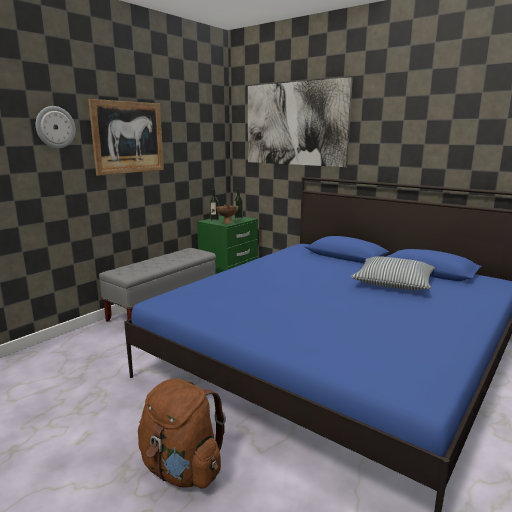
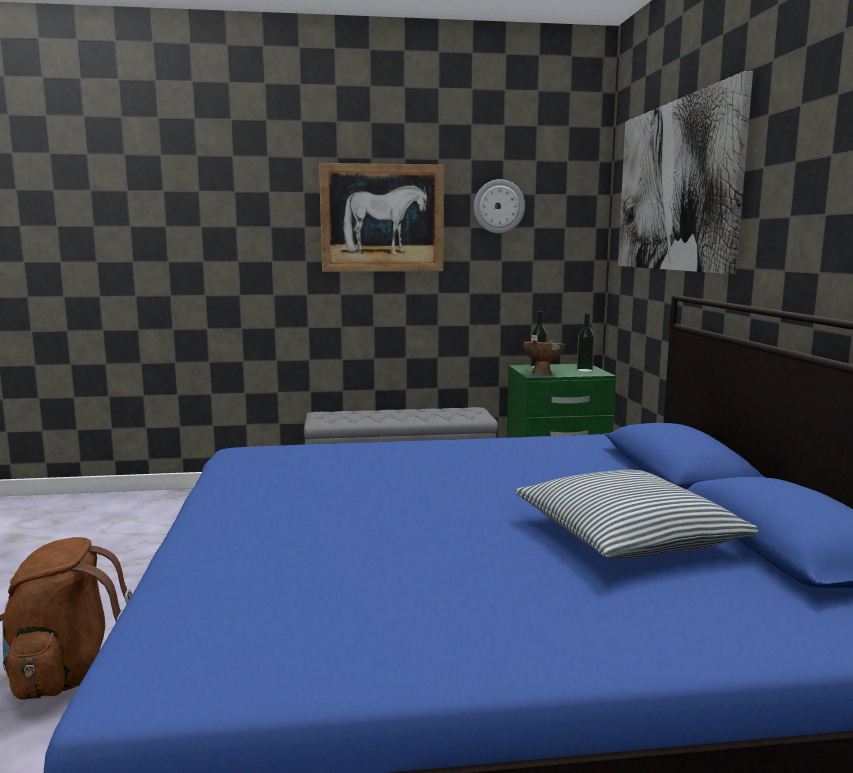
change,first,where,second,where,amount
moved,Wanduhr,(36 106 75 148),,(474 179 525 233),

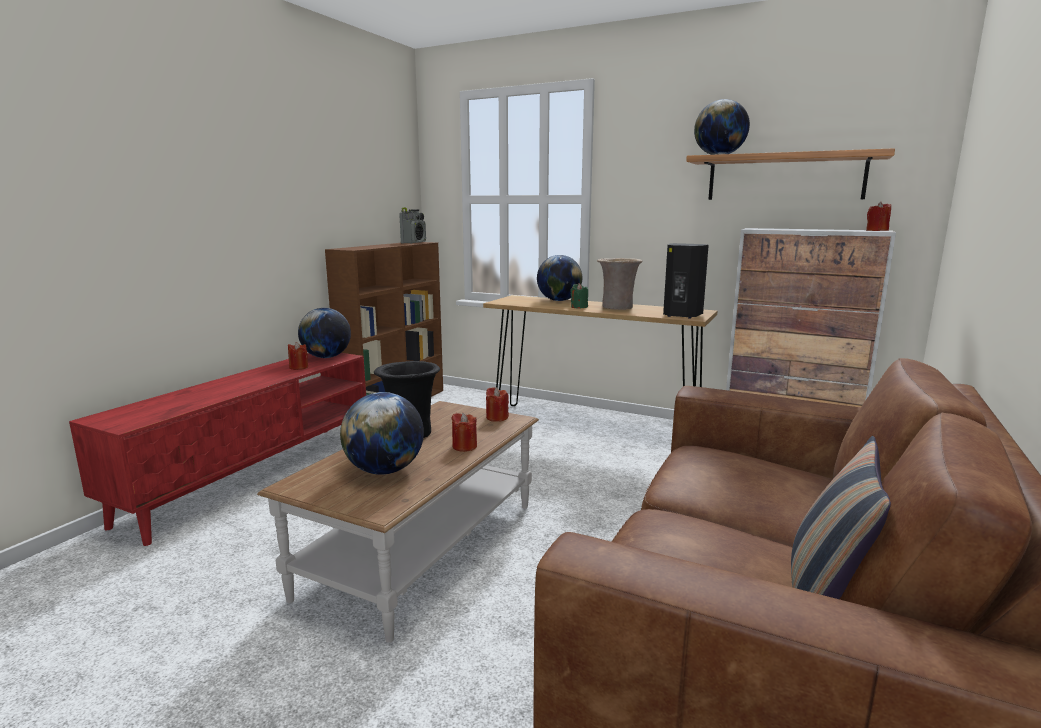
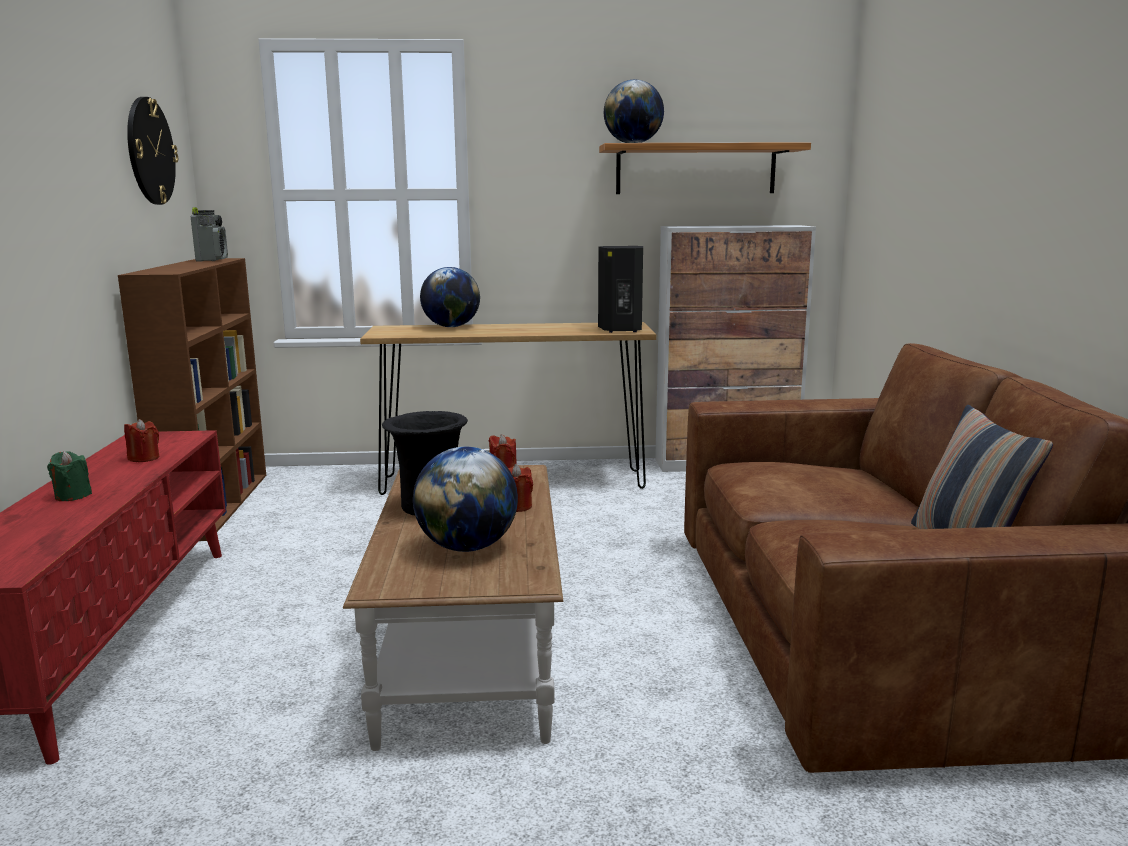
change,first,where,second,where,amount
moved,Kerze (grün),(570 283 588 309),,(47 451 92 501),
added,,,Wanduhr,(127 97 178 205),
removed,Globus,(298 308 351 358),,,
removed,Vase (beige),(597 258 643 310),,,
removed,Kerze (rot),(866 201 891 231),,,

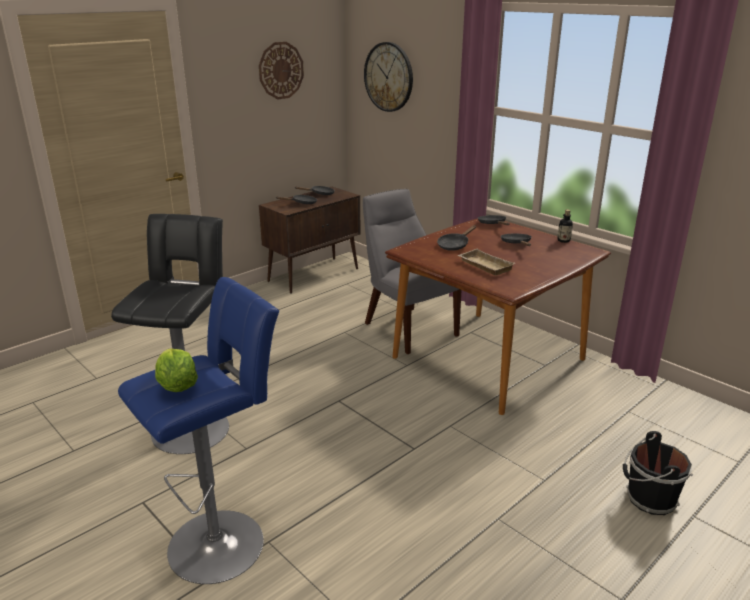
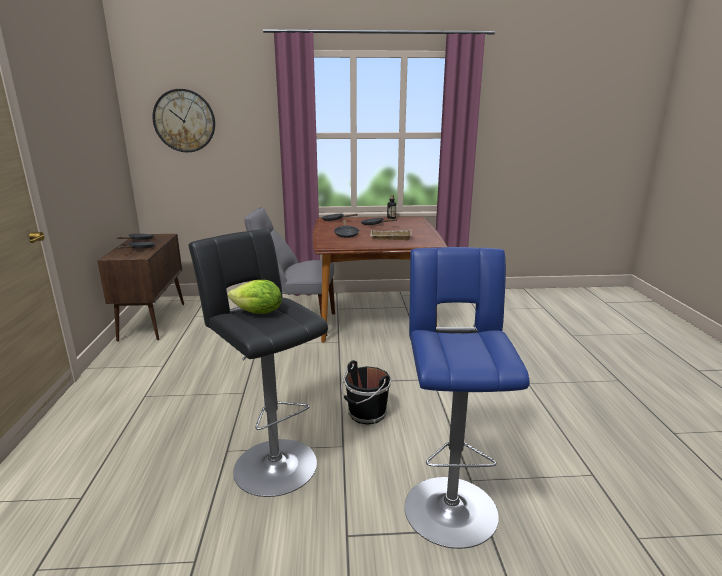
change,first,where,second,where,amount
moved,Salatkopf,(155 348 198 392),,(228 280 282 314),
moved,Eimer (schwarz),(623 431 693 515),,(341 360 391 425),
removed,Wanduhr,(259 42 304 99),,,

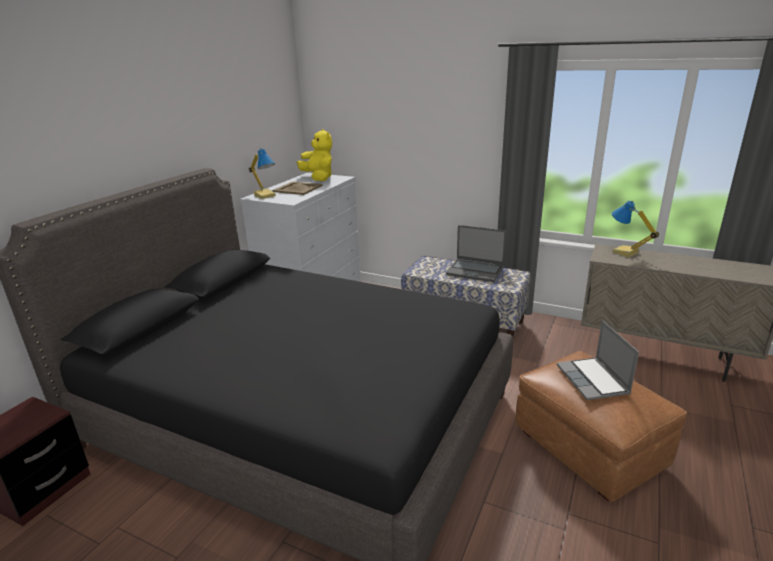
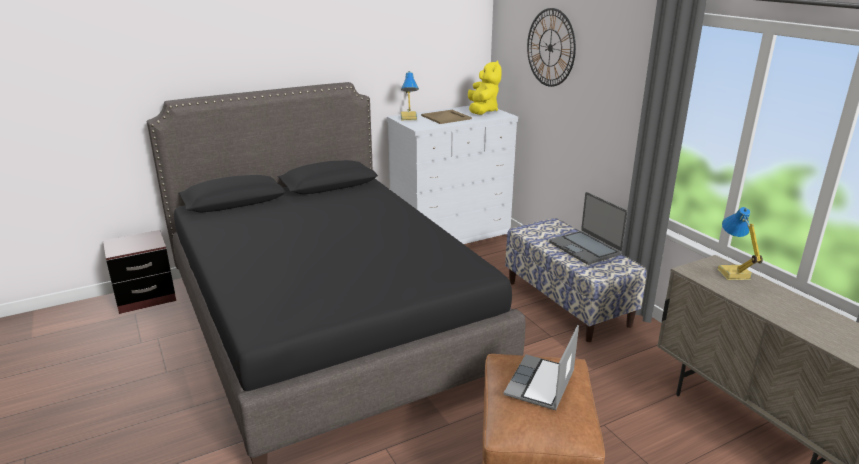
change,first,where,second,where,amount
added,,,Wanduhr,(527 8 576 87),

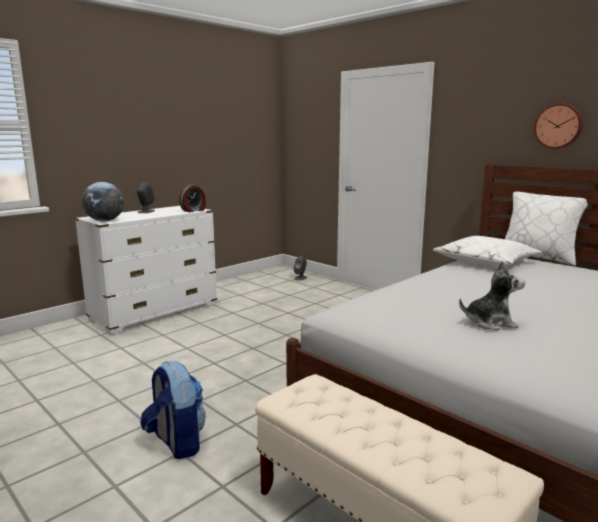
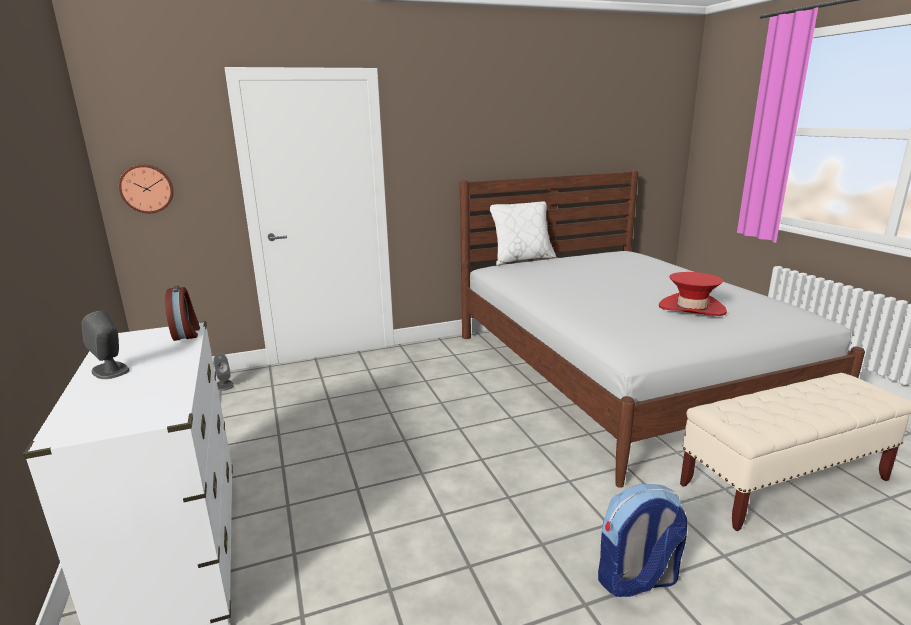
change,first,where,second,where,amount
moved,Wanduhr,(534 103 583 149),,(119 164 174 213),
replaced,Plüschtier,(459 261 525 330),Hut (rot),(659 272 727 316),
removed,Globus,(82 182 124 221),,,
removed,Kissen (weiß),(433 236 542 268),,,

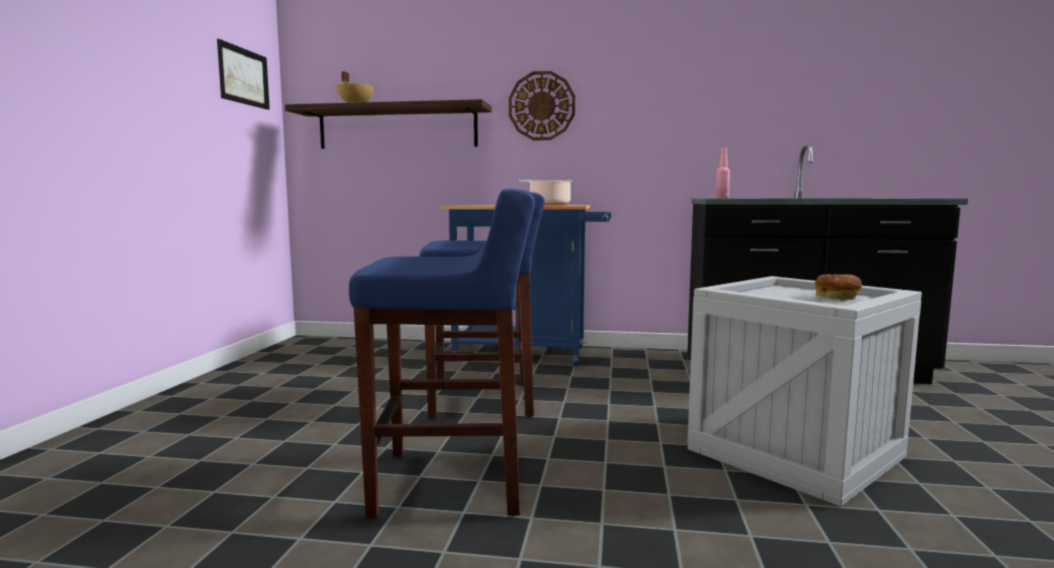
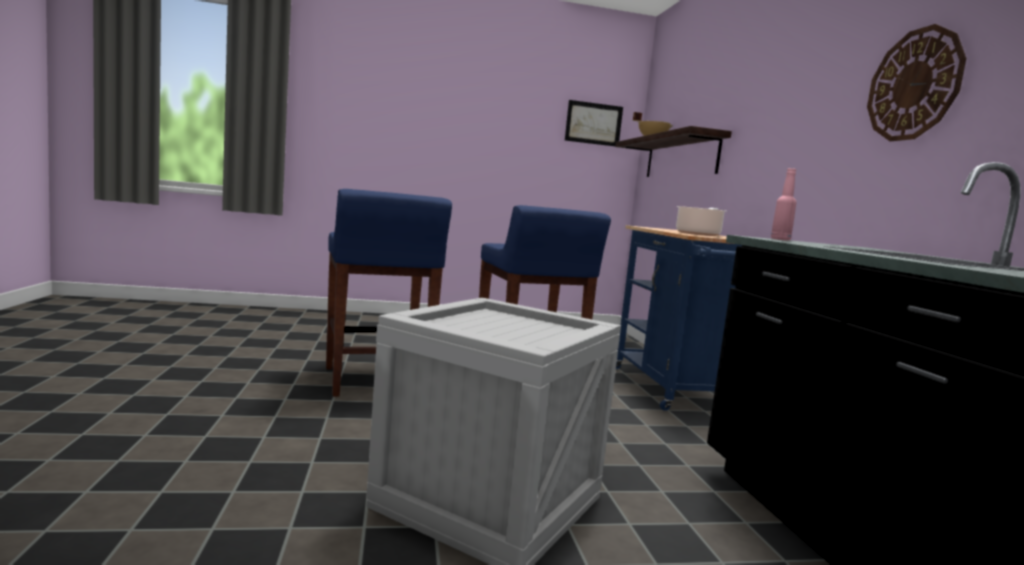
change,first,where,second,where,amount
moved,Wanduhr,(509 71 575 140),,(867 24 966 141),
removed,Brot,(815 274 862 300),,,

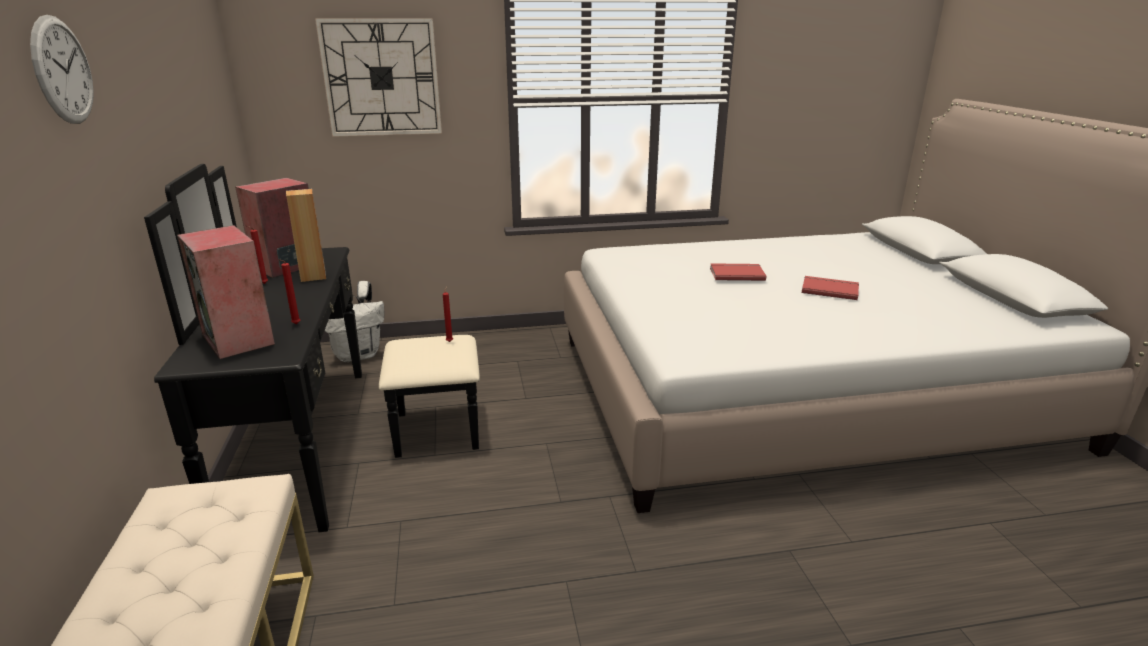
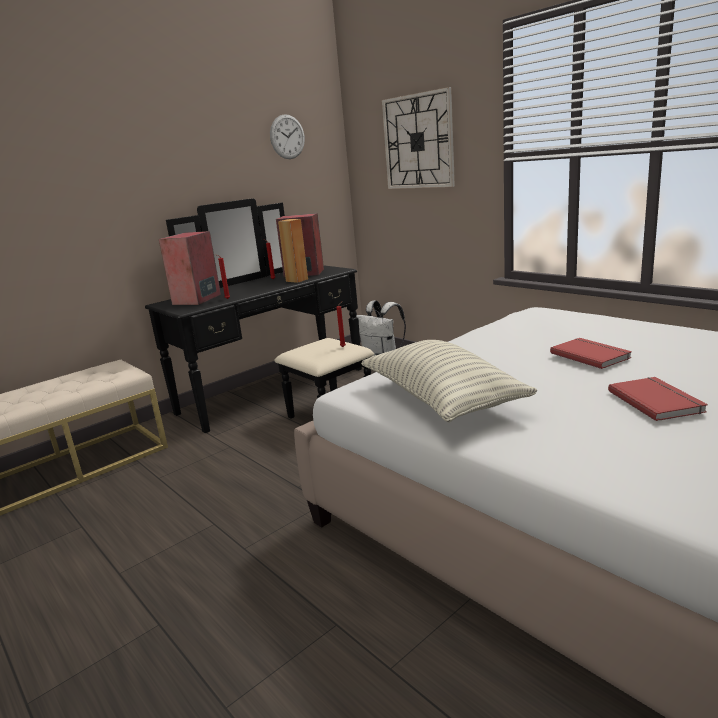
change,first,where,second,where,amount
moved,Wanduhr,(30 15 94 124),,(270 114 305 159),
added,,,Kissen,(361 340 537 422),

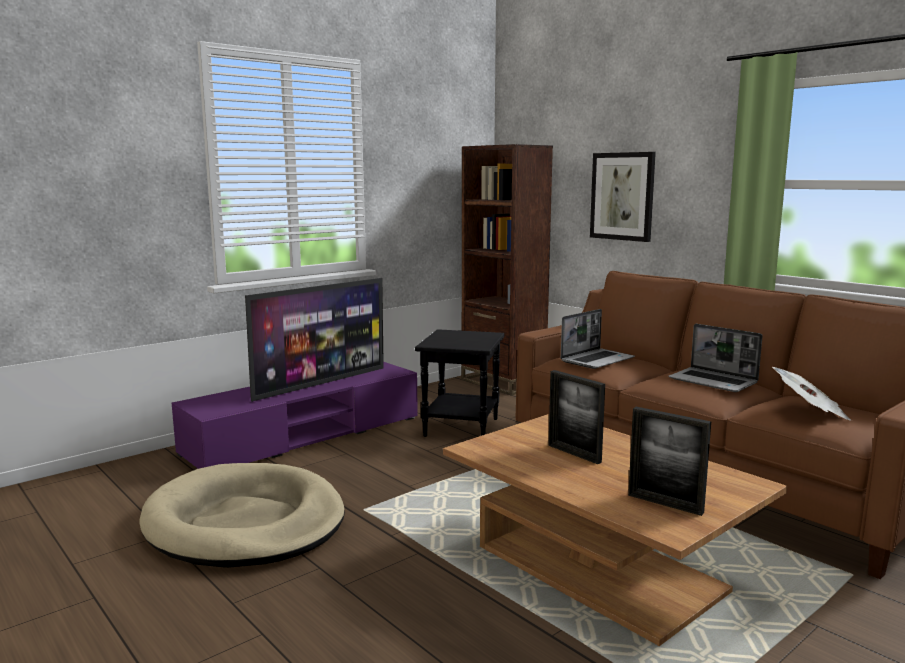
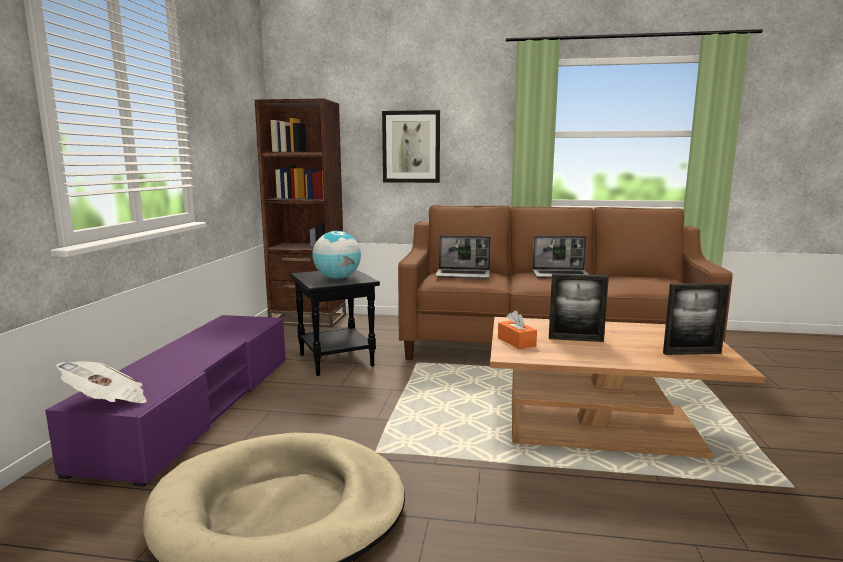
change,first,where,second,where,amount
moved,Zeitung,(772 367 852 421),,(56 361 146 403),
added,,,Globus,(312 231 361 279),
turned,Laptop,(561 309 635 369),,(435 235 491 279),90 degrees clockwise
added,,,Taschentuchbox (orange),(498 310 537 349),
removed,Fernseher,(245 278 384 402),,,

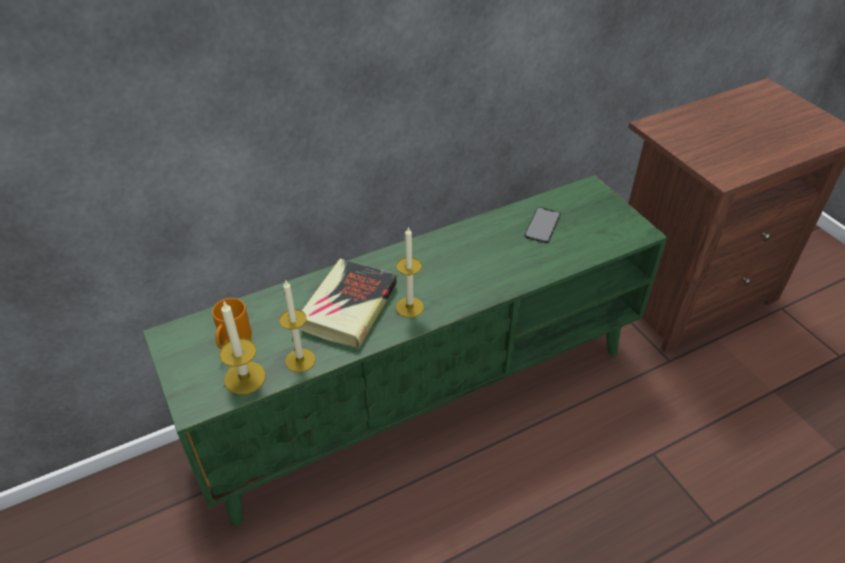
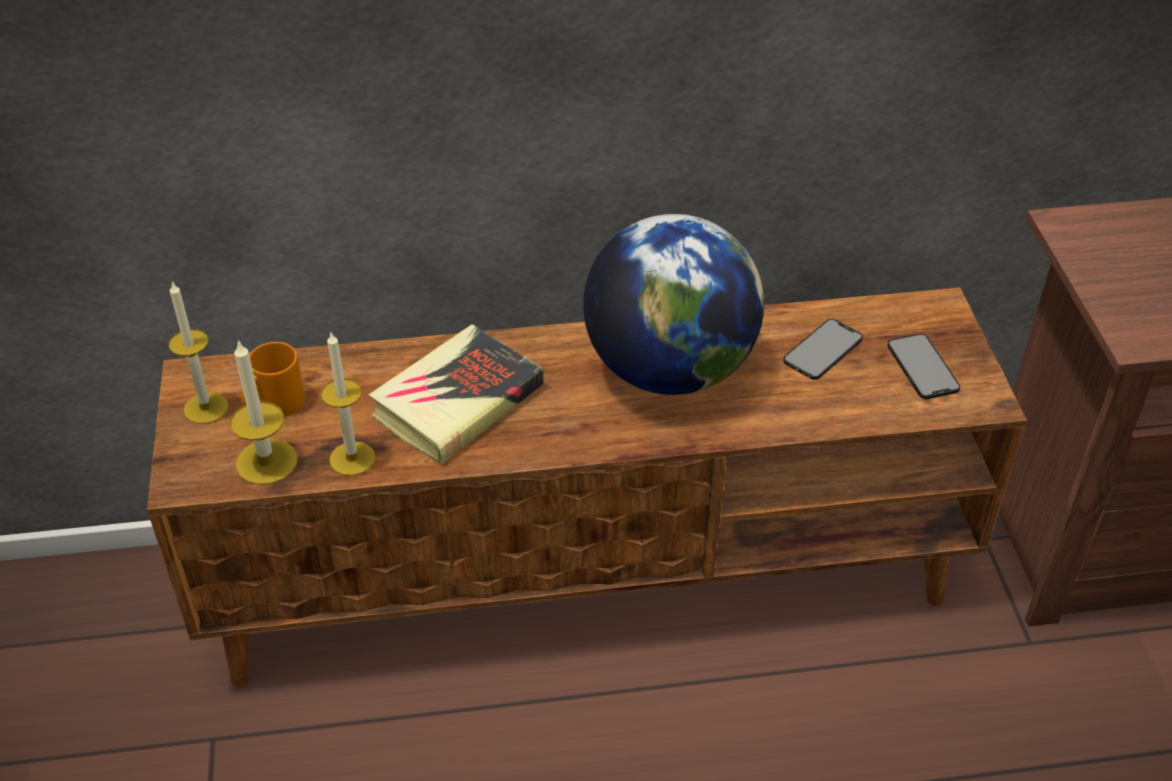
change,first,where,second,where,amount
recoloured,Fernsehschrank (grün),(143 175 668 527),Fernsehschrank (braun),(147 287 1027 686),
moved,Kerze,(396 226 424 318),,(168 281 228 424),
added,,,Globus,(583 214 764 395),
added,,,Handy,(887 334 960 399),

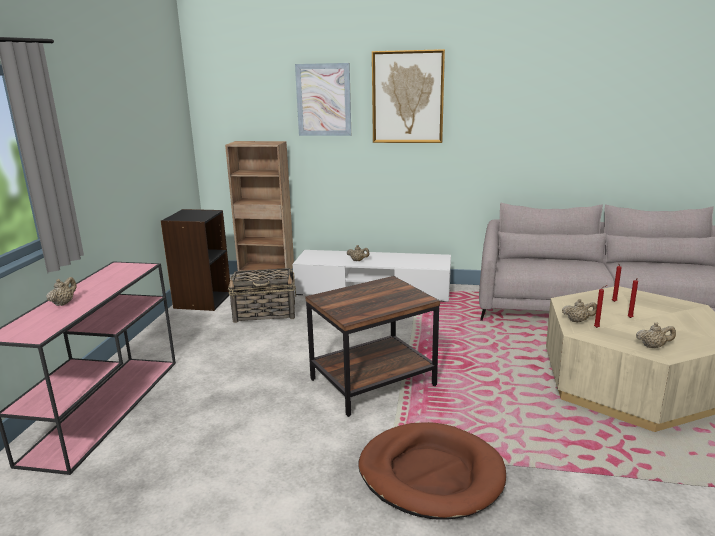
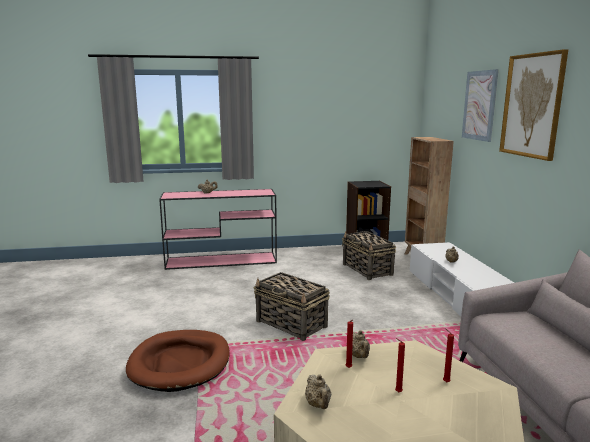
change,first,where,second,where,amount
replaced,Beistelltisch (braun),(305 276 440 417),Korb,(253 272 330 341),

